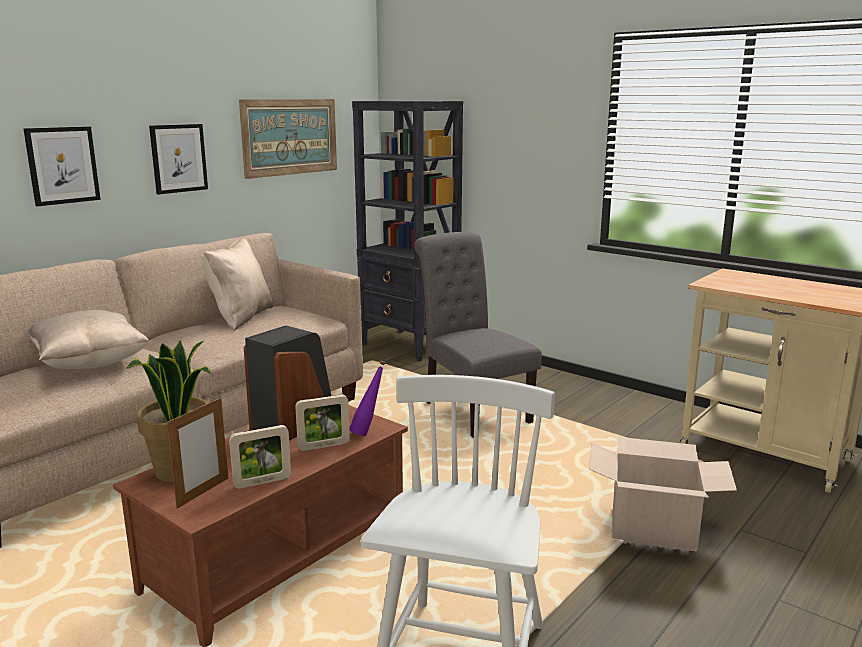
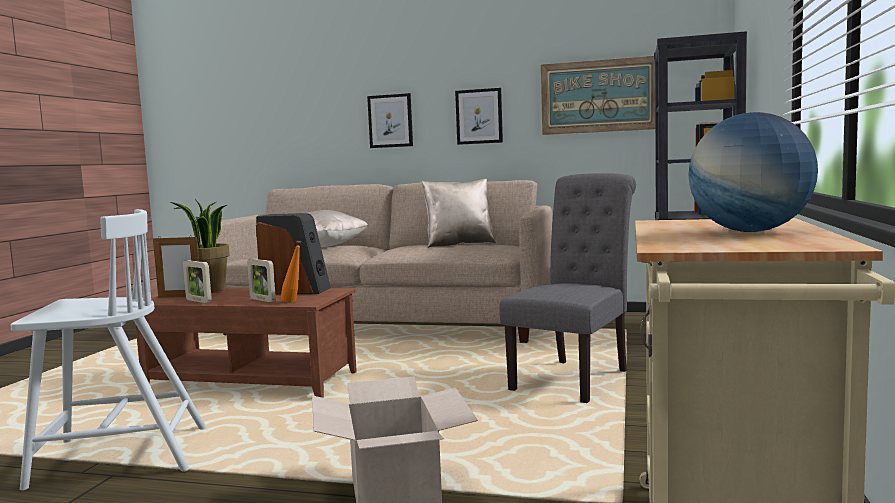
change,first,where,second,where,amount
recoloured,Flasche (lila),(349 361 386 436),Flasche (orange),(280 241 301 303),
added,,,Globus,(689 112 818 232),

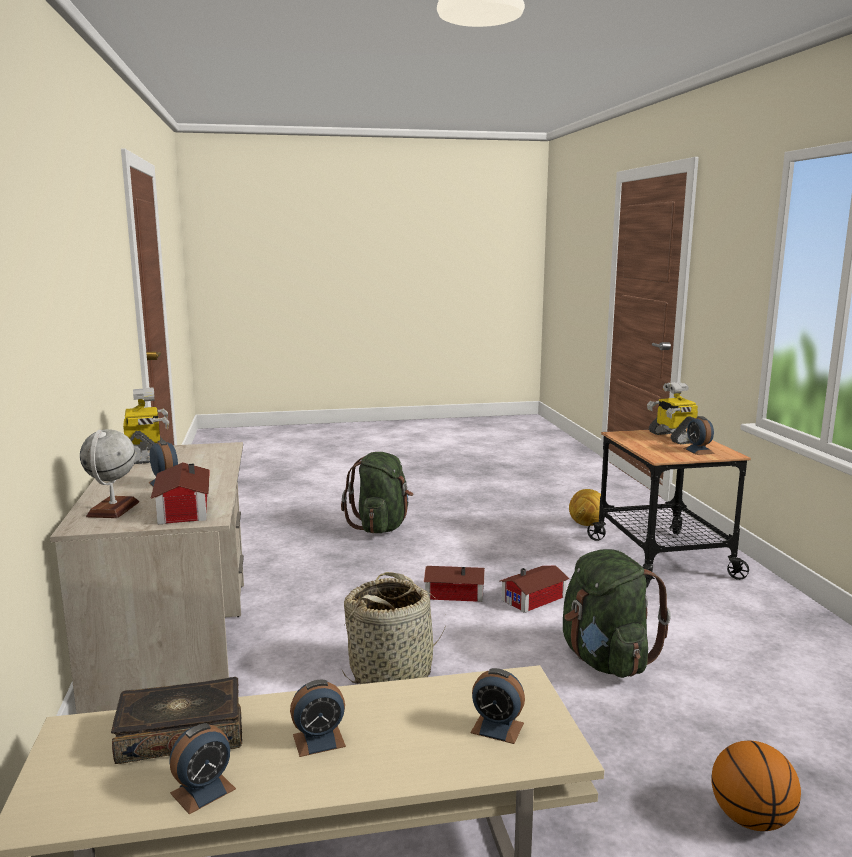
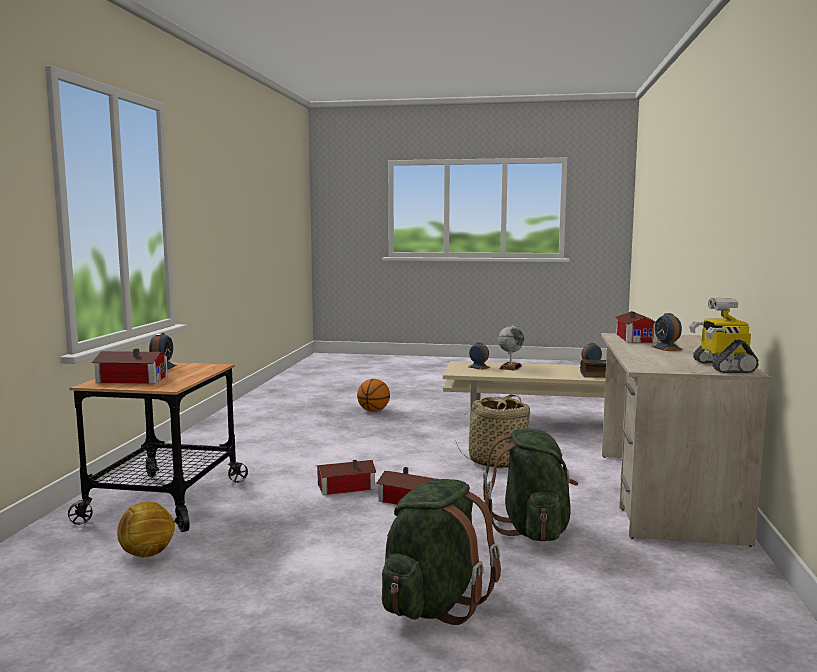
change,first,where,second,where,amount
replaced,Spielzeugroboter,(647 382 698 445),Spielzeughaus,(91 349 169 384),
moved,Rucksack (grün),(563 549 671 678),,(483 428 578 542),
moved,Globus,(80 429 139 518),,(498 324 524 371),
removed,Wecker,(290 680 346 757),,,

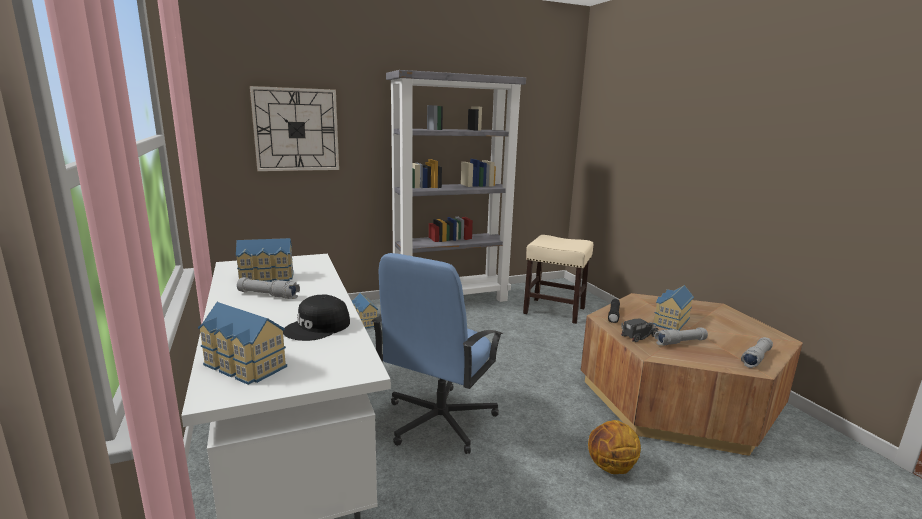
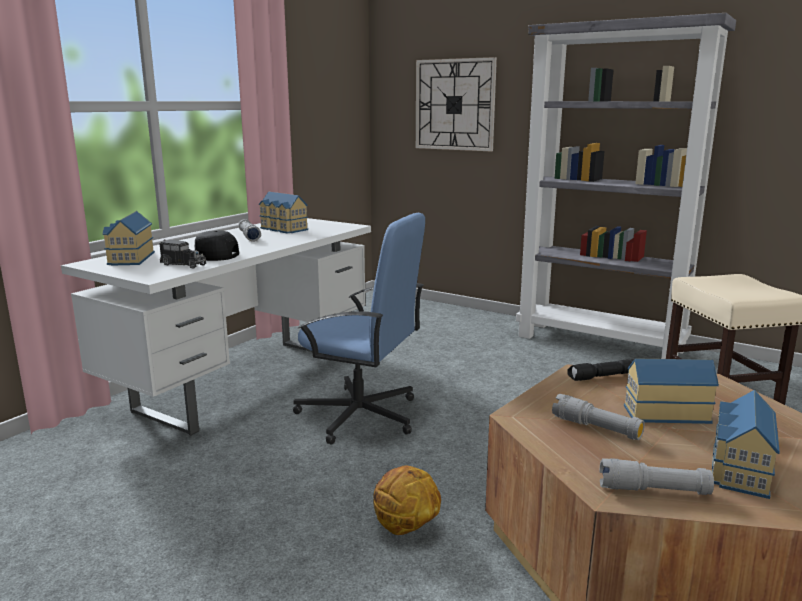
change,first,where,second,where,amount
moved,Spielzeuglaster,(621 318 658 342),,(159 239 206 269),
turned,Bürostuhl (blau),(372 253 503 454),,(293 213 425 445),150 degrees counterclockwise
moved,Spielzeughaus,(351 293 378 328),,(712 390 780 499),

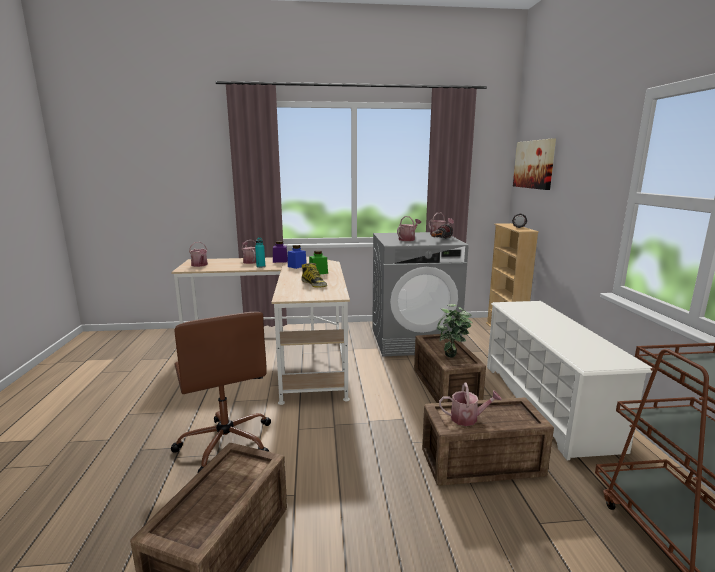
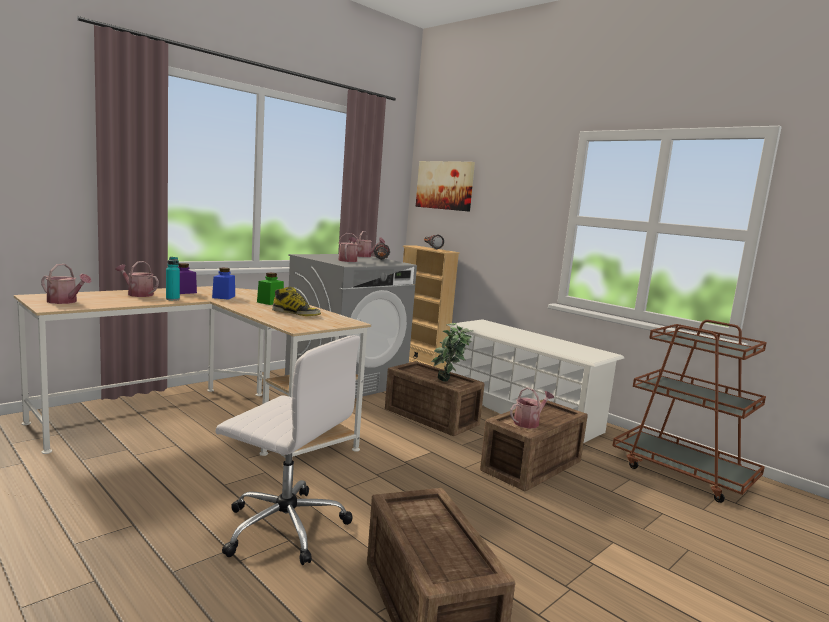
change,first,where,second,where,amount
recoloured,Bürostuhl (braun),(171 312 271 473),Bürostuhl (weiß),(215 335 360 565),

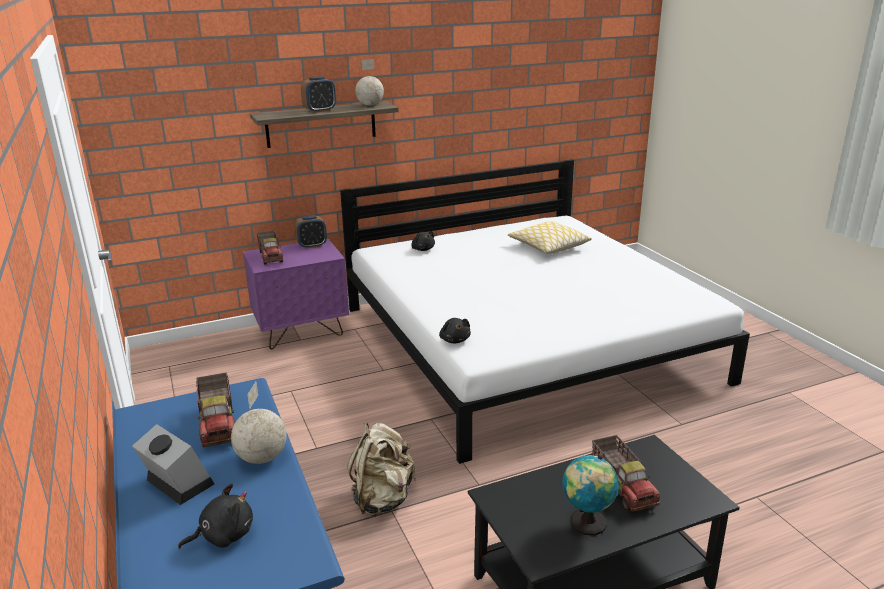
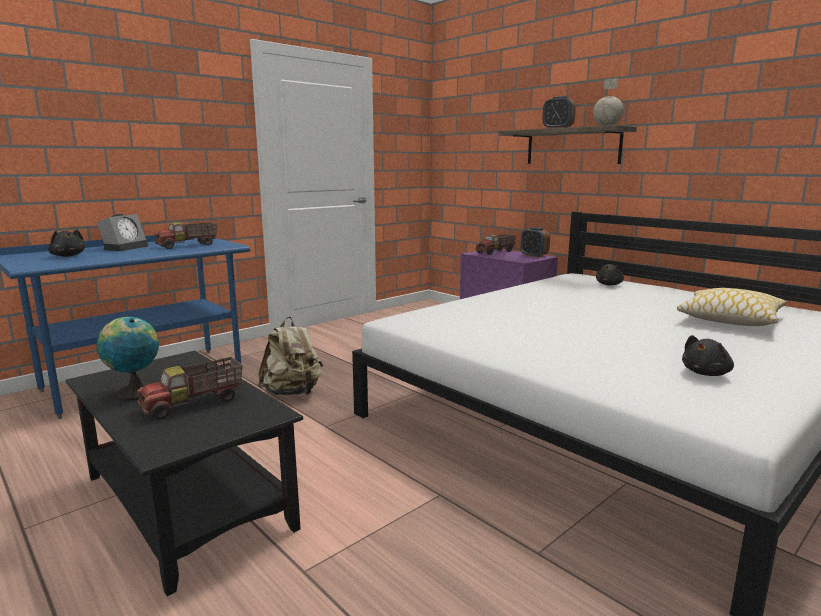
change,first,where,second,where,amount
moved,Plüschtier (schwarz),(439 318 471 343),,(682 335 734 376),
removed,Globus,(231 382 287 464),,,

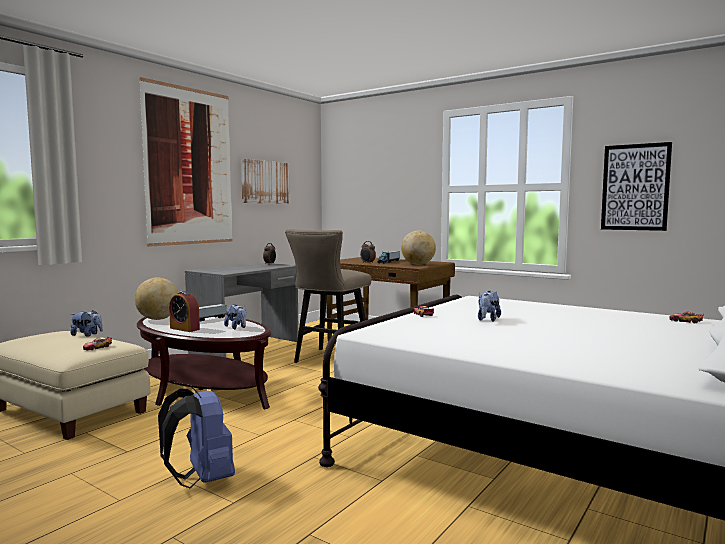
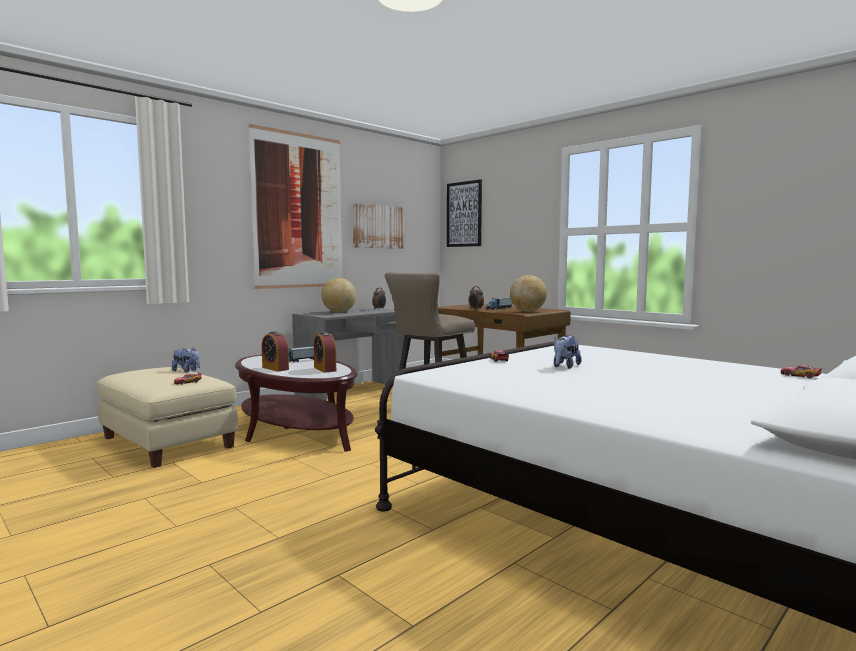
change,first,where,second,where,amount
replaced,Plüschtier,(224 304 246 329),Wecker,(314 332 336 373),
moved,Globus,(134 277 178 320),,(321 278 356 312),
moved,Bild,(601 142 672 231),,(447 179 482 247),
removed,Rucksack (blau),(158 387 235 488),,,

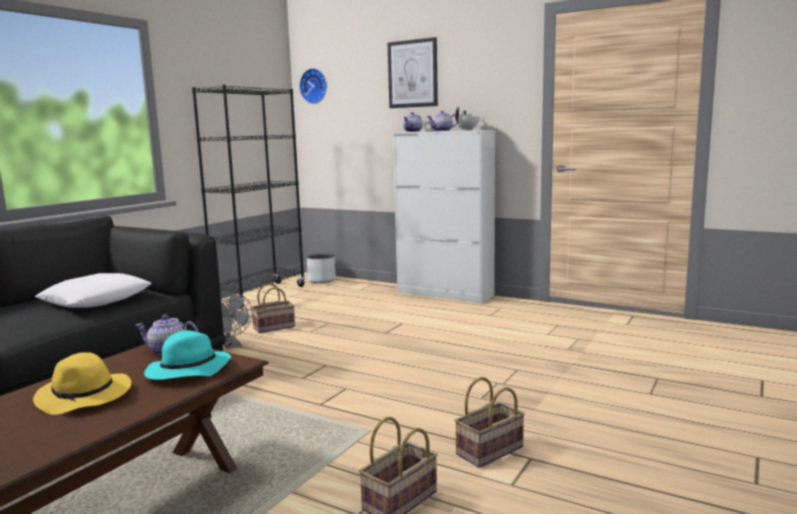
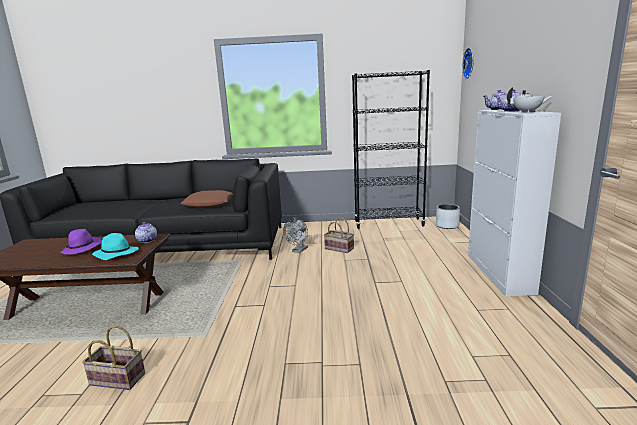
change,first,where,second,where,amount
recoloured,Hut (gelb),(33 352 131 415),Hut (lila),(60 229 102 254),
recoloured,Kissen (weiß),(35 273 152 308),Kissen (braun),(180 190 233 208),
removed,Bild,(388 37 438 108),,,
removed,Korb,(455 377 525 468),,,

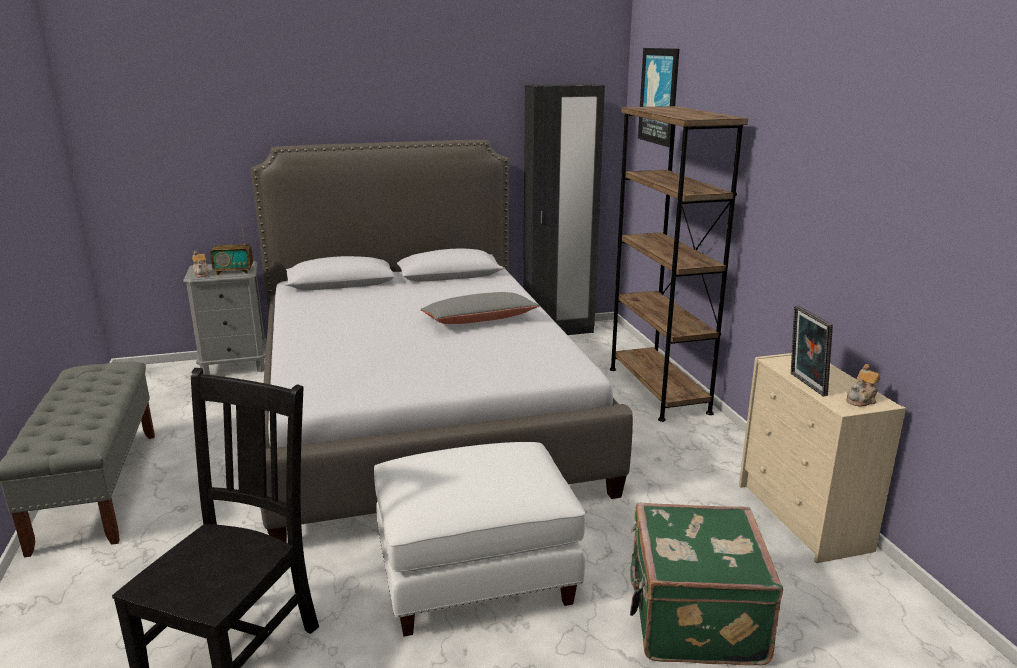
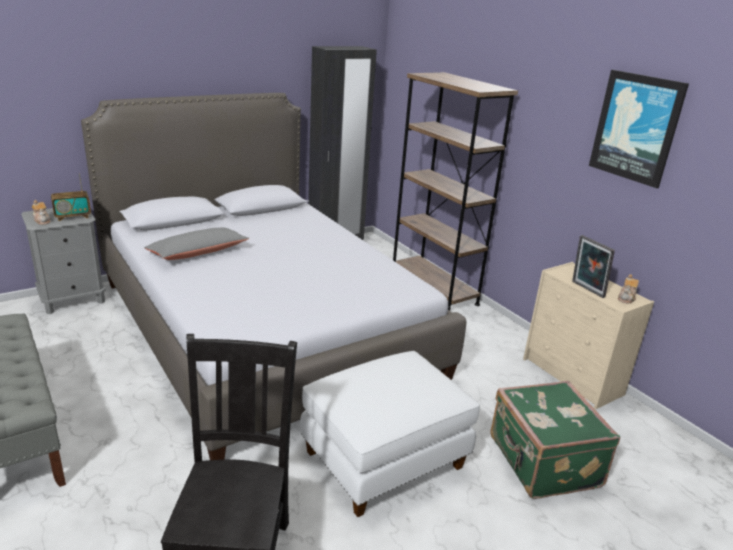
change,first,where,second,where,amount
moved,Kissen (grau),(420 292 540 324),,(144 228 249 260),
moved,Bild,(638 48 680 148),,(589 70 689 188),

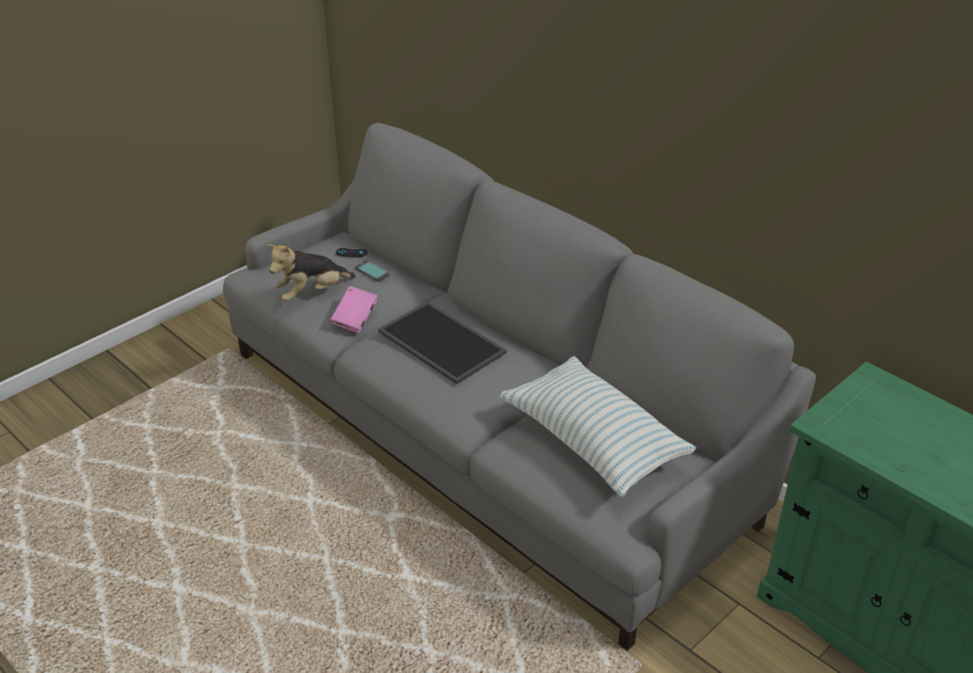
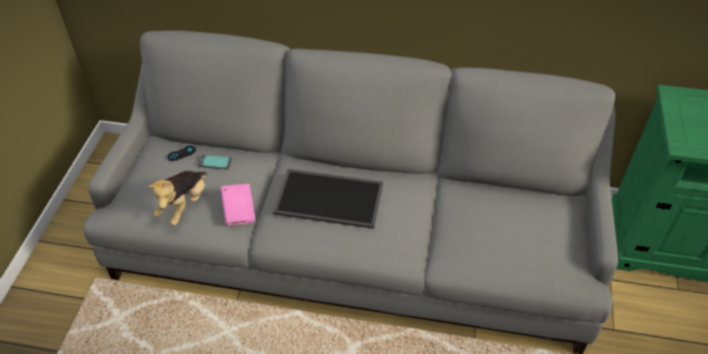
change,first,where,second,where,amount
removed,Kissen,(500 356 696 497),,,

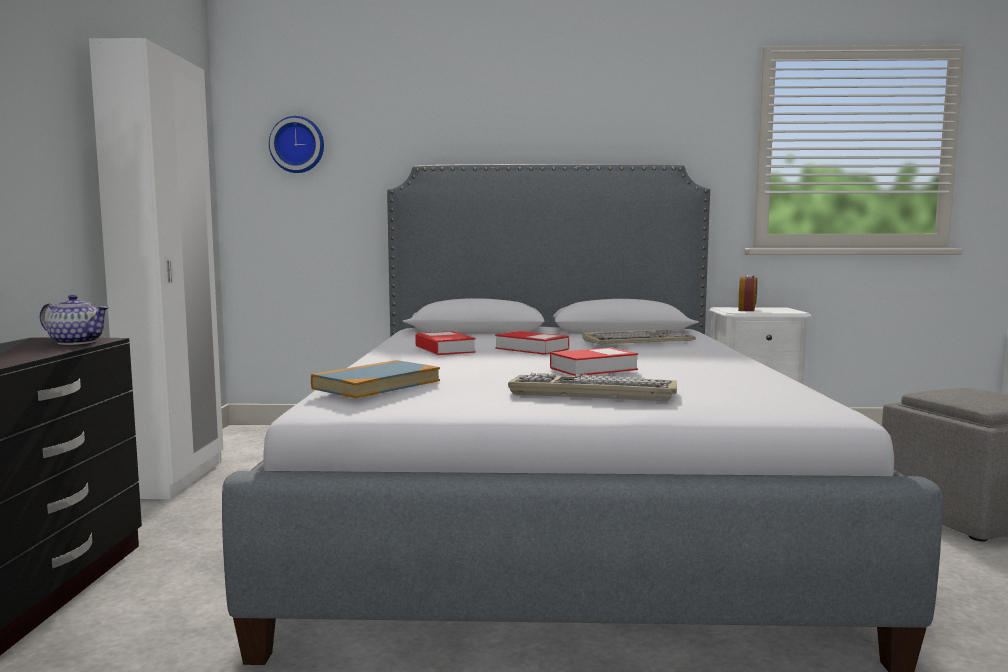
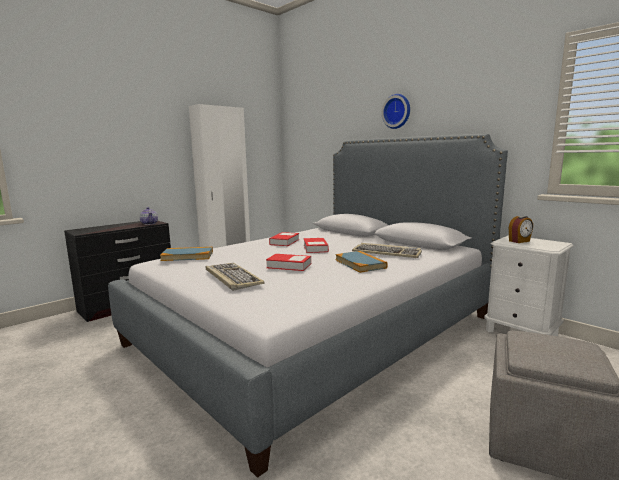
change,first,where,second,where,amount
added,,,Buch,(336 251 388 273),
moved,Wanduhr,(269 116 324 173),,(381 94 410 129),

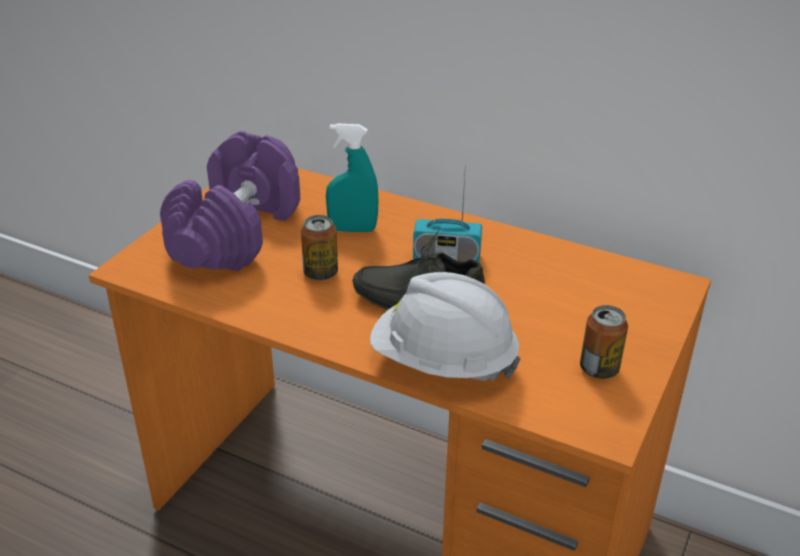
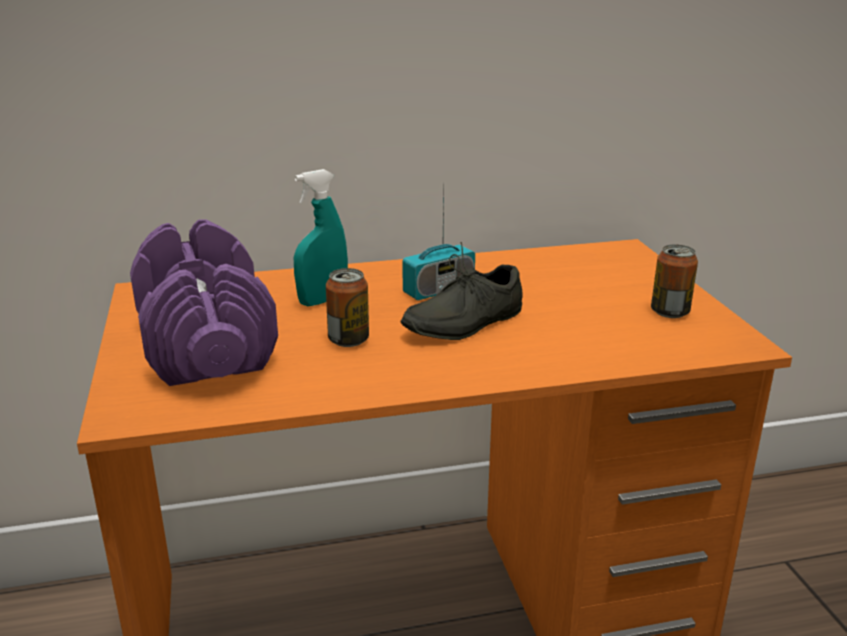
change,first,where,second,where,amount
removed,Schutzhelm (weiß),(370 272 521 381),,,

